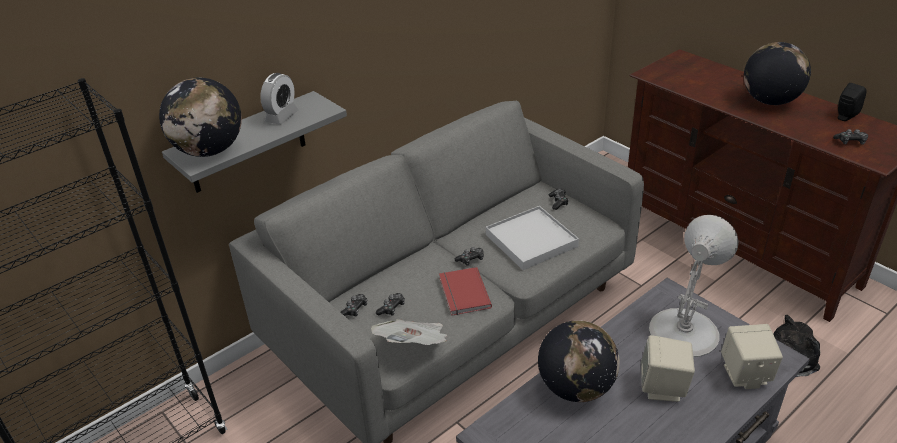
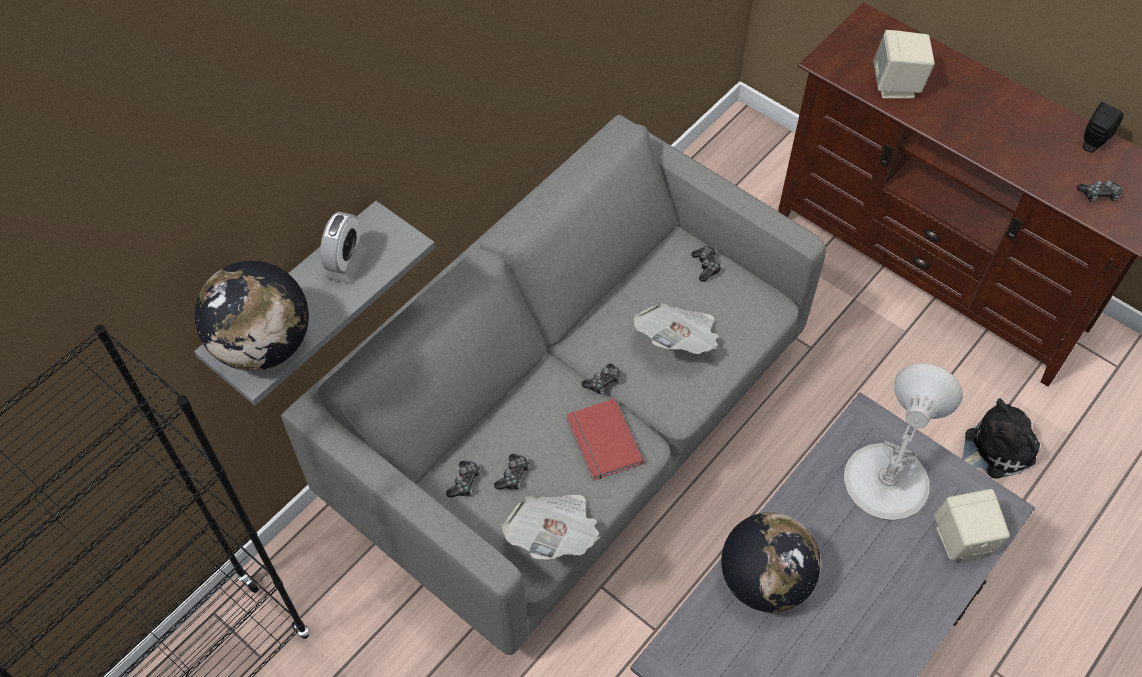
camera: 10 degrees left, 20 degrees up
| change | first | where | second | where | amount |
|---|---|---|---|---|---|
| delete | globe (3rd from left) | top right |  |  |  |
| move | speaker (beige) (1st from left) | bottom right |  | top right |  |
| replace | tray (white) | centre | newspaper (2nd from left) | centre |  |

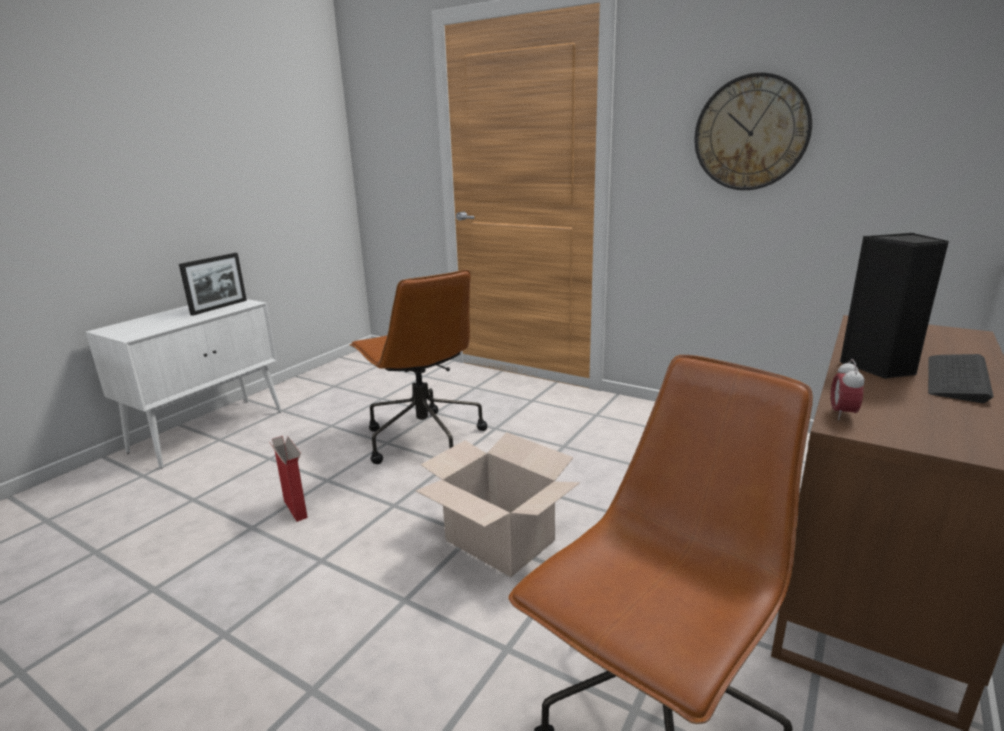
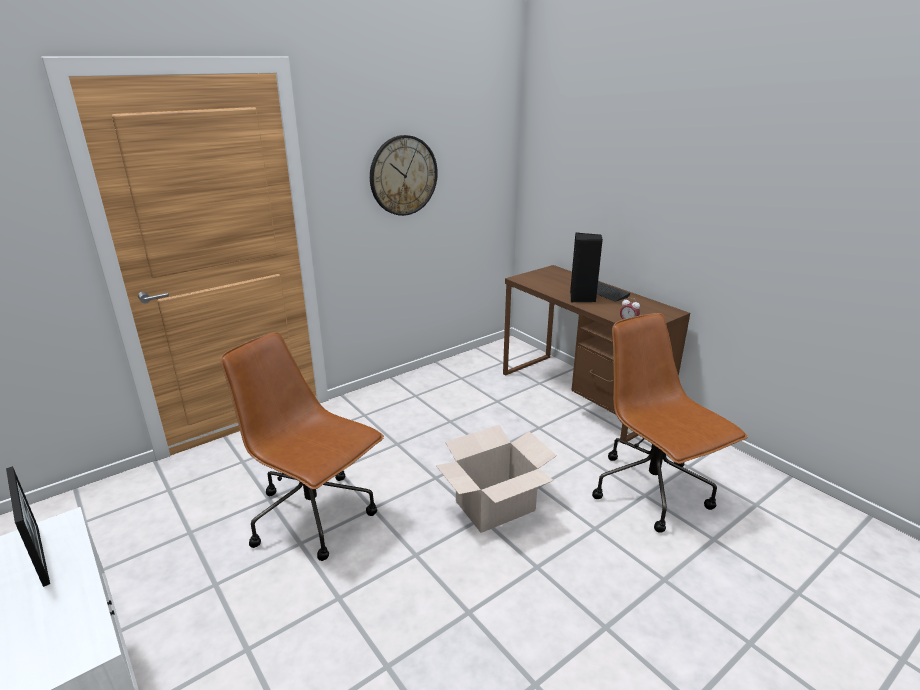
camera: 70 degrees left, 5 degrees up
| change | first | where | second | where | amount |
|---|---|---|---|---|---|
| delete | cardboard box (1st from left) | middle left |  |  |  |
| rotate | office chair (brown) (1st from left) | centre |  | middle left | 135 degrees counterclockwise |

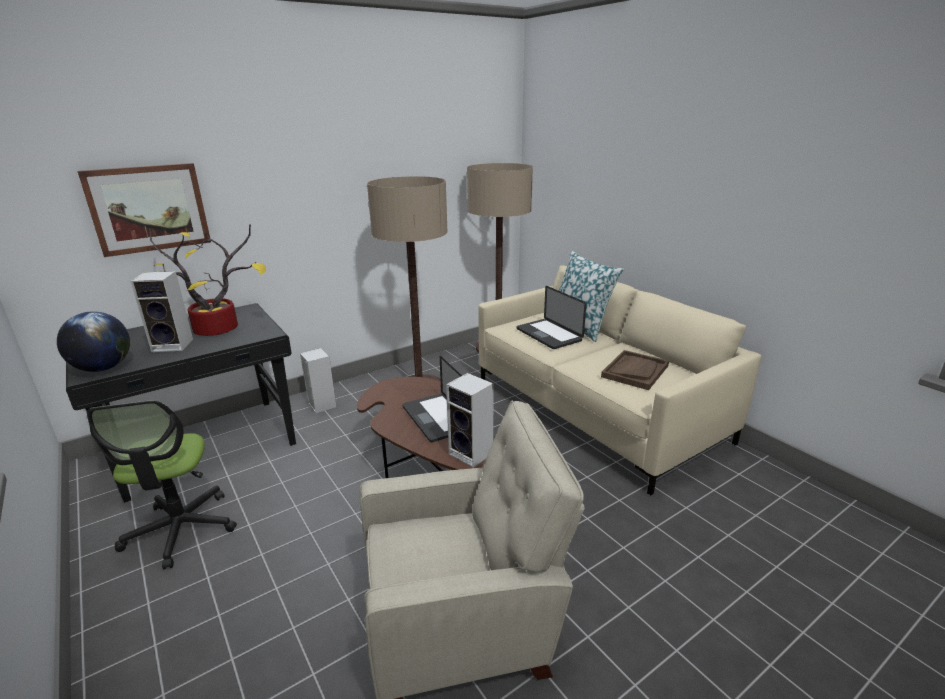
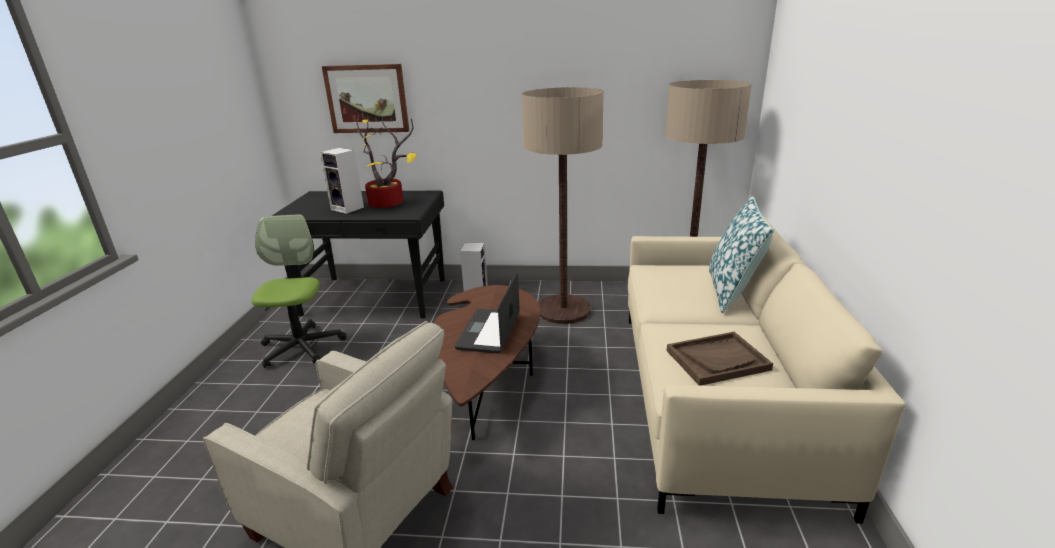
camera: 40 degrees right, 0 degrees up
| change | first | where | second | where | amount |
|---|---|---|---|---|---|
| delete | globe | middle left |  |  |  |
| delete | speaker (3rd from left) | centre |  |  |  |
| delete | laptop (2nd from left) | centre |  |  |  |
| rotate | office chair | bottom left |  | middle left | 150 degrees clockwise |

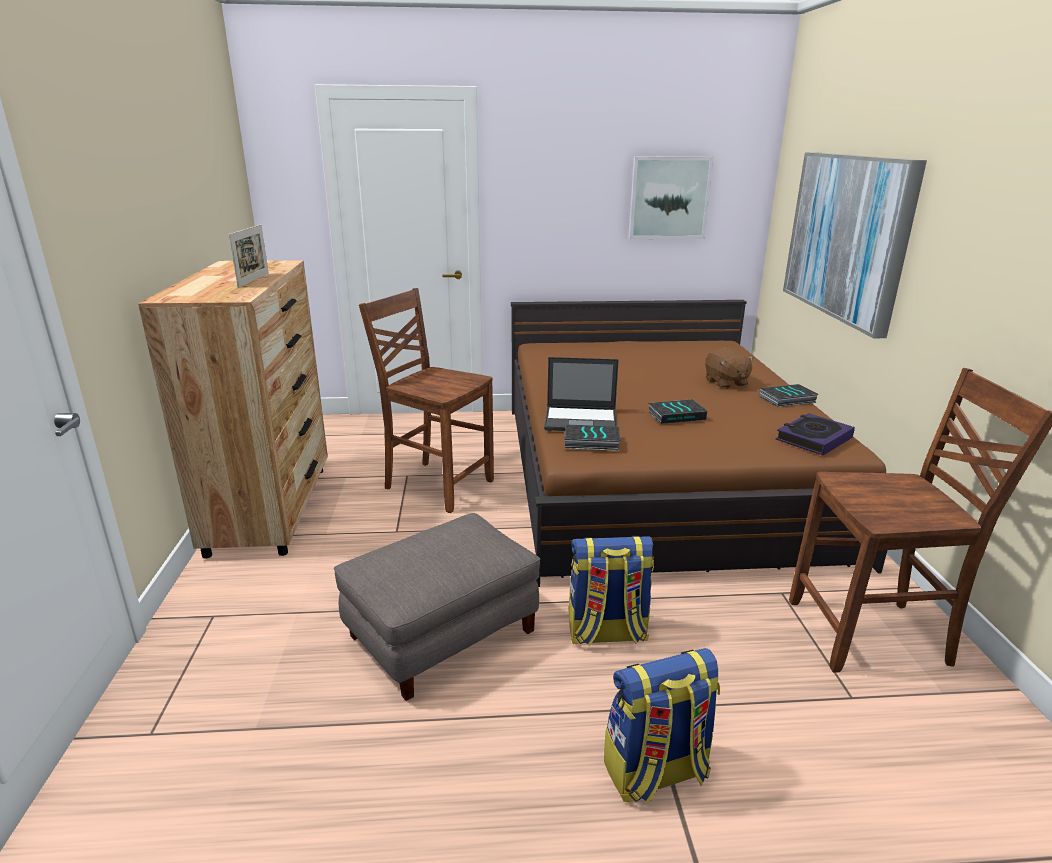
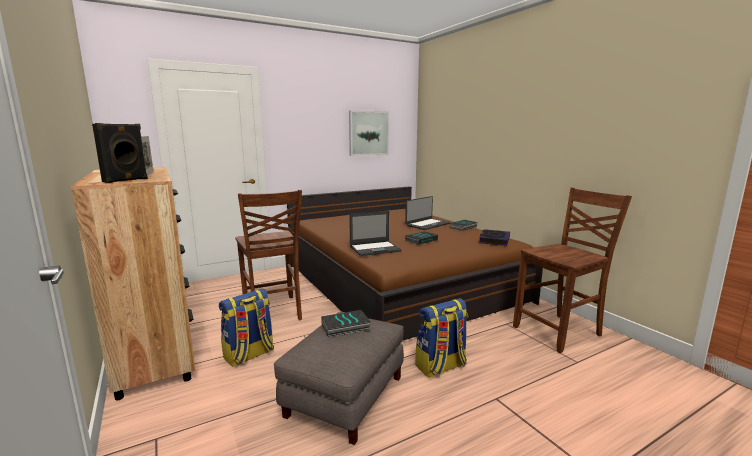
camera: 25 degrees left, 10 degrees down
| change | first | where | second | where | amount |
|---|---|---|---|---|---|
| delete | picture (2nd from left) | top right |  |  |  |
| insert |  |  | speaker (black) | middle left |  |
| move | book (1st from left) | centre |  | bottom centre |  |
| move | backpack (2nd from left in the first image) | bottom centre | backpack (1st from left) | bottom left |  |
| replace | plush toy (brown) | middle right | laptop (2nd from left) | centre |  |
| rotate | chair (brown) (1st from left) | centre |  | centre | 120 degrees counterclockwise |

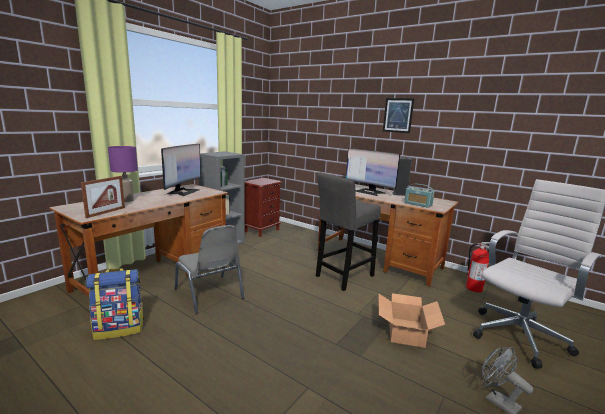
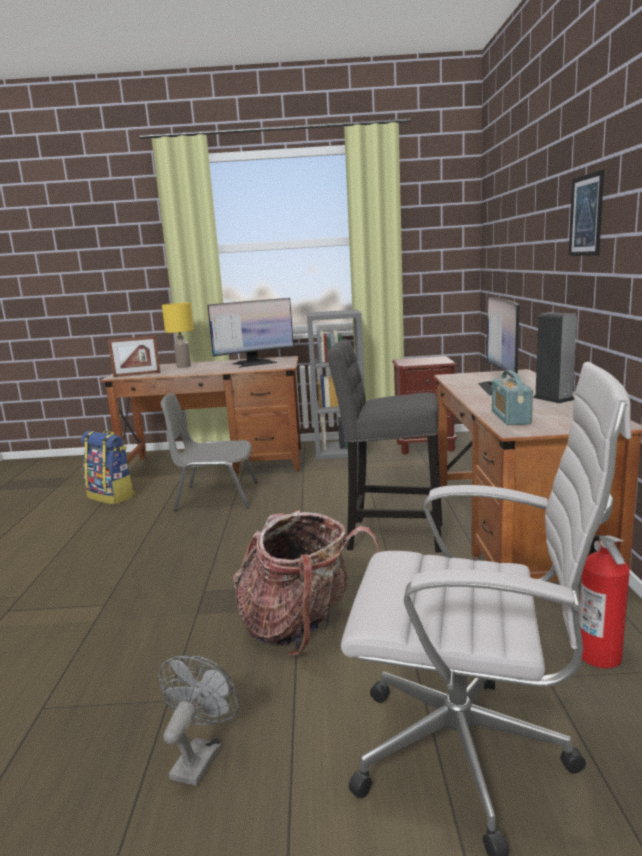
camera: 55 degrees right, 0 degrees up
| change | first | where | second | where | amount |
|---|---|---|---|---|---|
| replace | cardboard box | bottom right | backpack (2nd from left) | bottom centre |  |
| recolor | table lamp (purple) | middle left | table lamp (yellow) | middle left |  |
| rotate | chair (grey) | centre |  | middle left | 75 degrees clockwise |

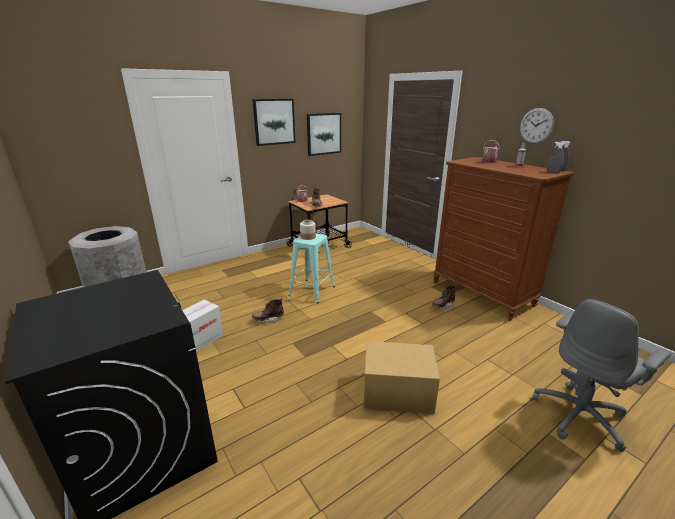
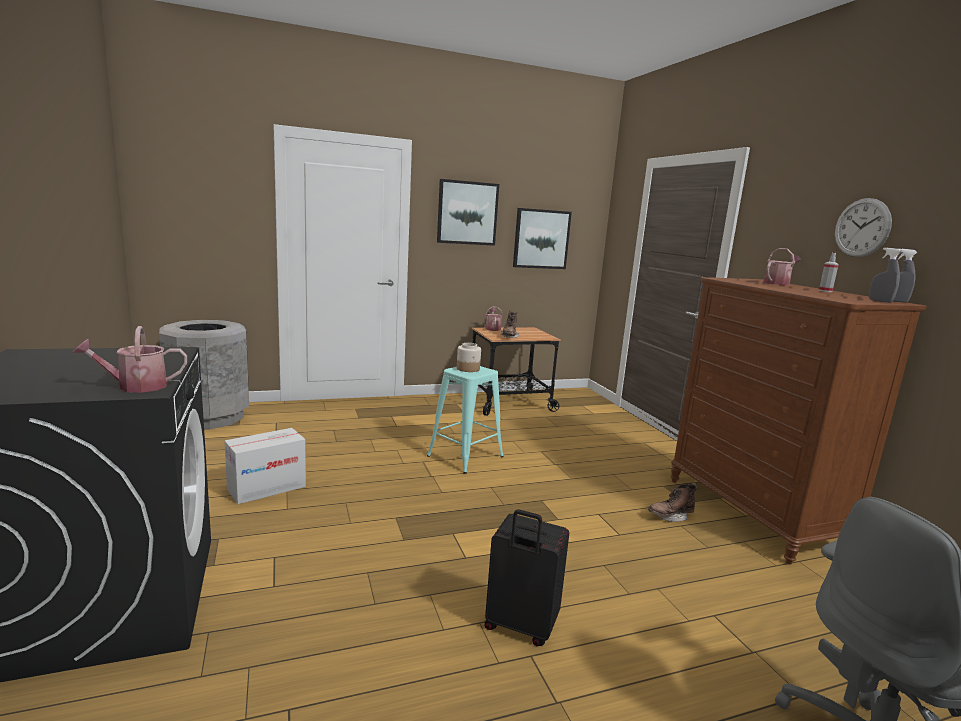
camera: 15 degrees right, 10 degrees down
| change | first | where | second | where | amount |
|---|---|---|---|---|---|
| delete | boot (brown) (1st from left) | centre |  |  |  |
| insert |  |  | watering can (1st from left) | middle left |  |
| replace | cardboard box (2nd from left) | bottom centre | suitcase (black) | bottom centre |  |

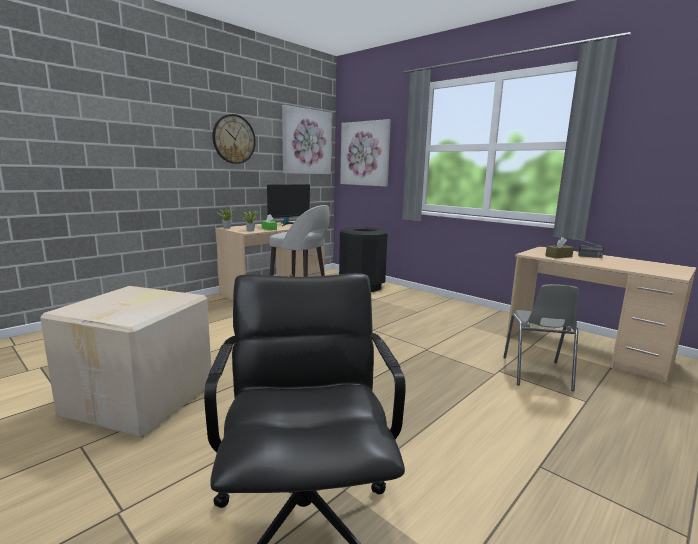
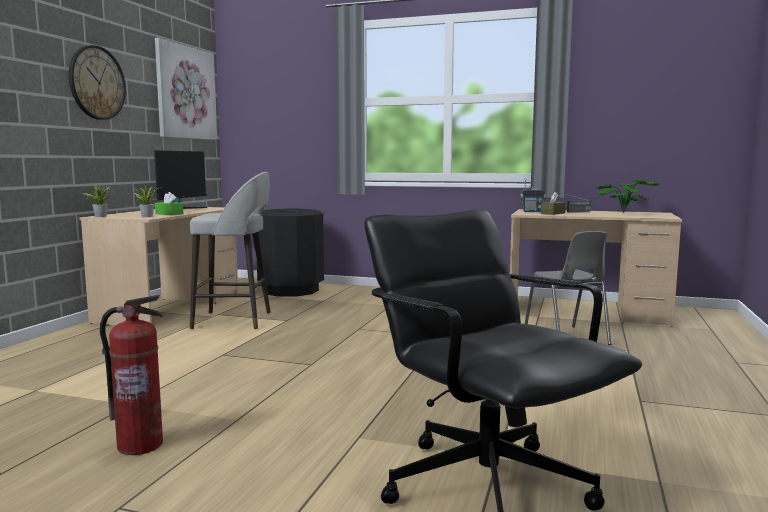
camera: 25 degrees left, 5 degrees down
| change | first | where | second | where | amount |
|---|---|---|---|---|---|
| delete | picture (2nd from left) | top centre |  |  |  |
| insert |  |  | radio (1st from left) | middle right |  |
| insert |  |  | potted plant (3rd from left) | middle right |  |
| replace | cardboard box | middle left | fire extinguisher | bottom left |  |

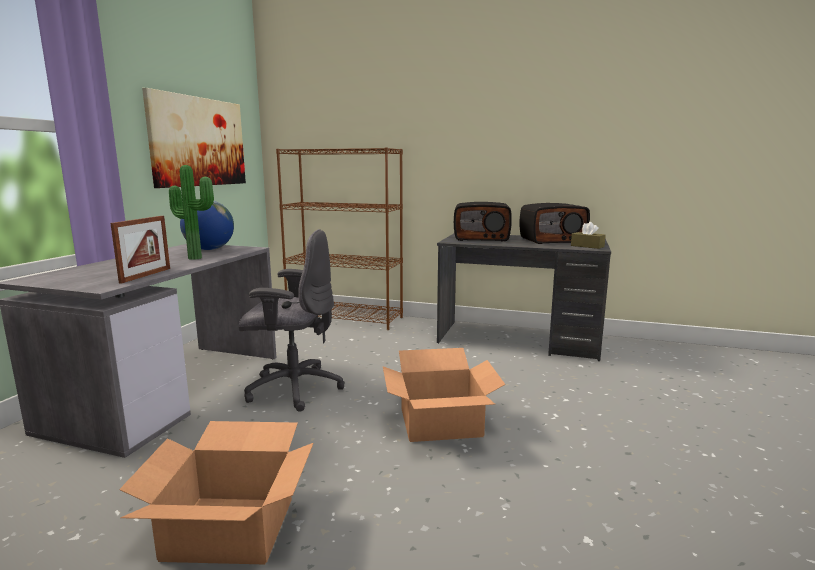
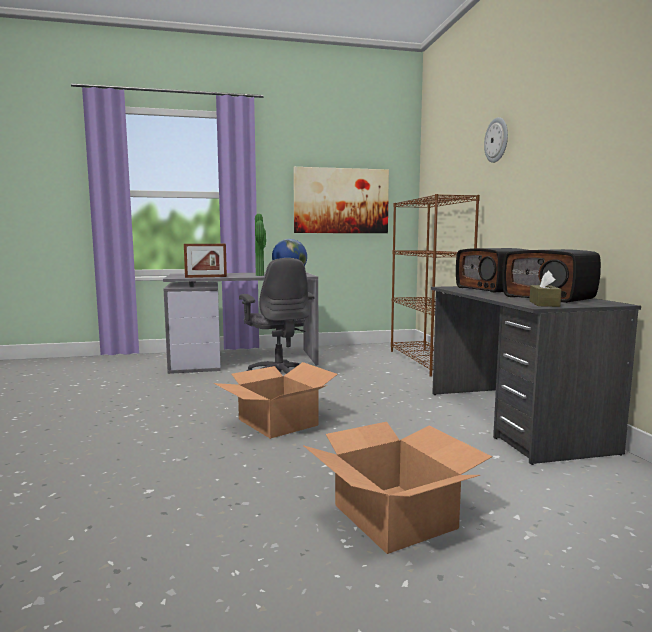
camera: 60 degrees right, 5 degrees down
| change | first | where | second | where | amount |
|---|---|---|---|---|---|
| insert |  |  | wall clock | top right |  |
| move | cardboard box (1st from left in the first image) | bottom left | cardboard box (2nd from left) | bottom centre |  |

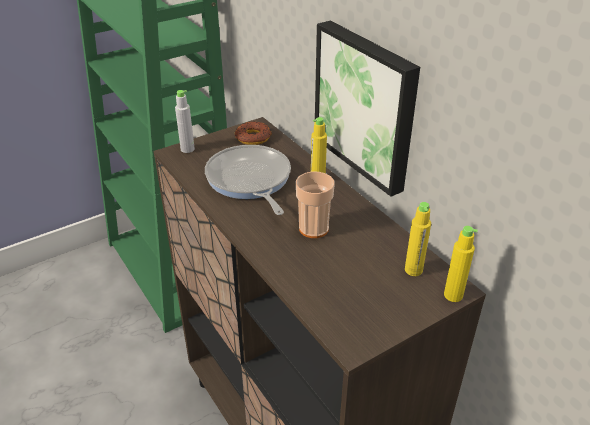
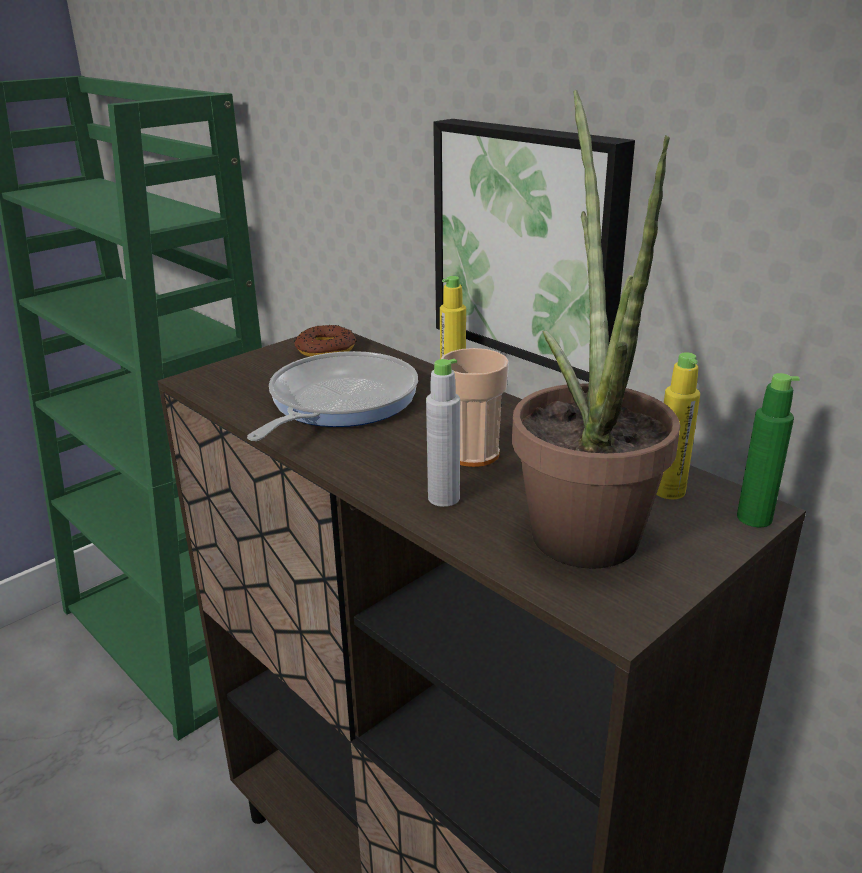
camera: 10 degrees left, 10 degrees down
| change | first | where | second | where | amount |
|---|---|---|---|---|---|
| insert |  |  | potted plant | middle right |  |
| move | bottle (grey) | top left |  | centre |  |
| recolor | bottle (yellow) (3rd from left) | middle right | bottle (green) | middle right |  |
| rotate | frying pan | centre |  | centre | 60 degrees clockwise |

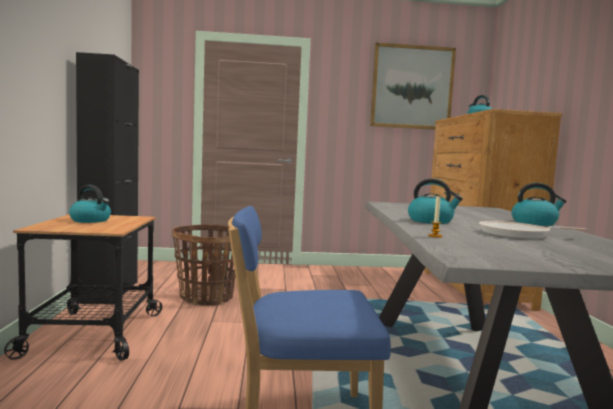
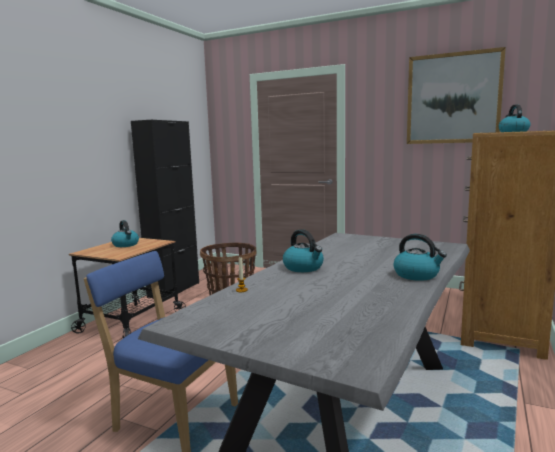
camera: 30 degrees right, 5 degrees up
| change | first | where | second | where | amount |
|---|---|---|---|---|---|
| delete | frying pan | middle right |  |  |  |

